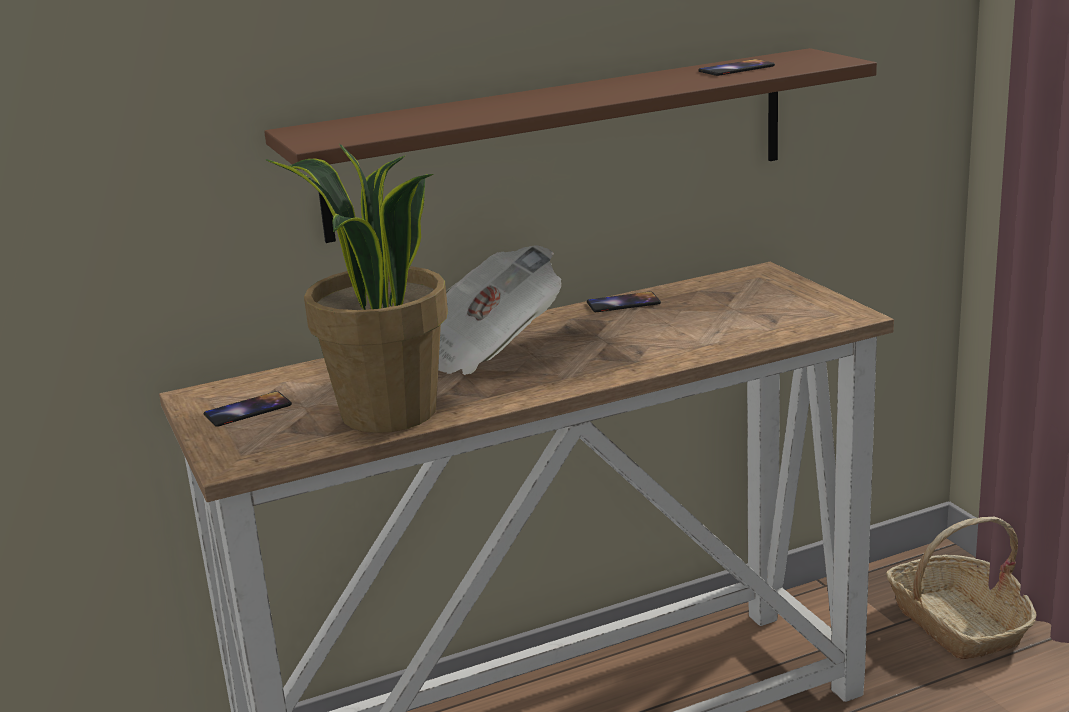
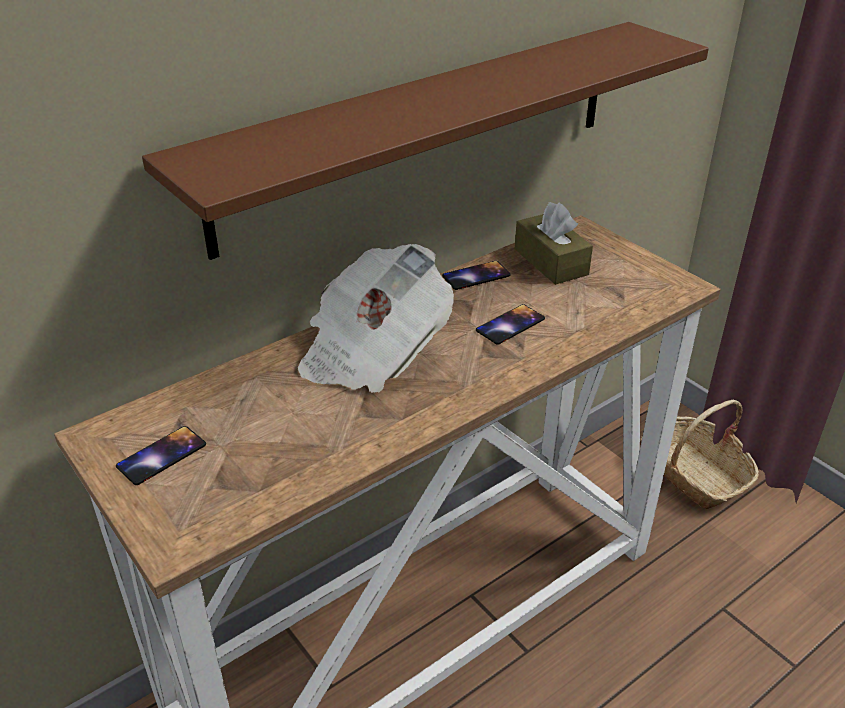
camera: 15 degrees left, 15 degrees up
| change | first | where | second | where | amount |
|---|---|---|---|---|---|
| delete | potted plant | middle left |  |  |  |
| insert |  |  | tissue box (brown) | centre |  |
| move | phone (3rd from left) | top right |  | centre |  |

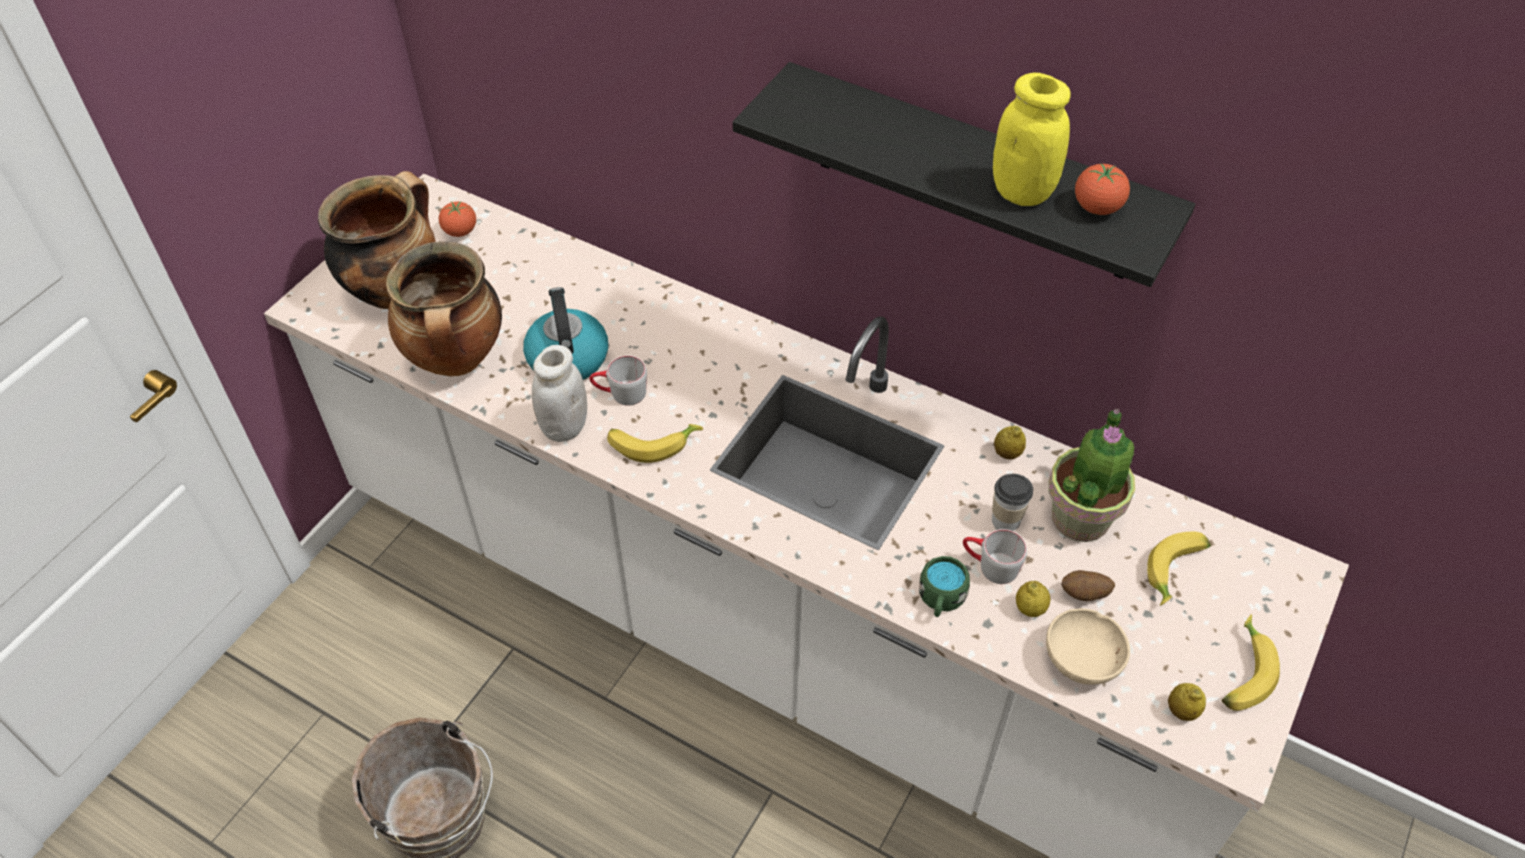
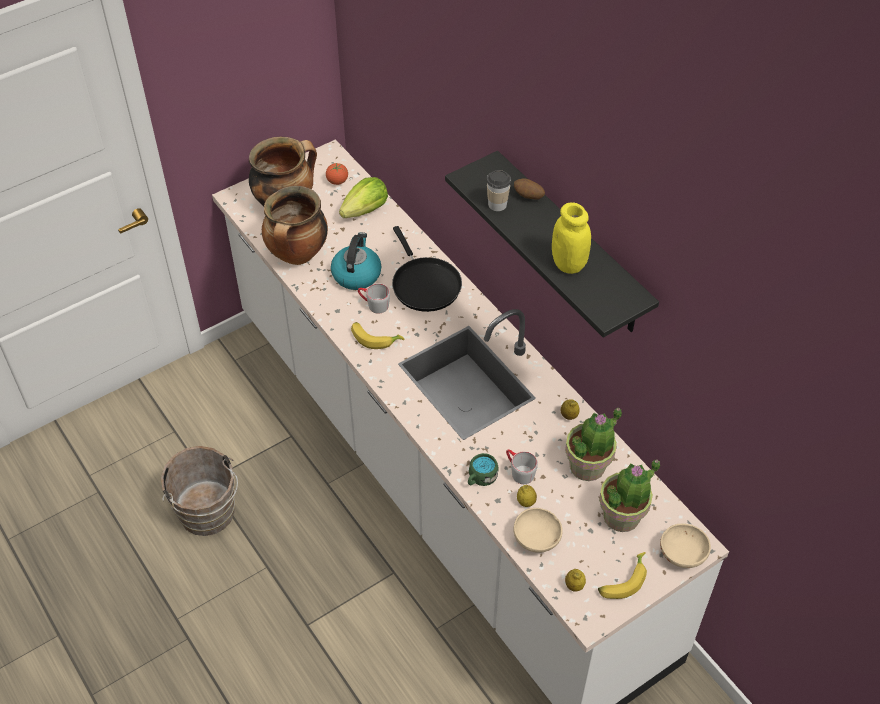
camera: 25 degrees right, 0 degrees up
| change | first | where | second | where | amount |
|---|---|---|---|---|---|
| delete | jar (white) | centre |  |  |  |
| delete | tomato (2nd from left) | top right |  |  |  |
| insert |  |  | lettuce | top centre |  |
| insert |  |  | frying pan (black) | centre |  |
| insert |  |  | bowl (beige) (2nd from left) | bottom right |  |
| move | cup | centre |  | top centre |  |
| move | potato | bottom right |  | top centre |  |
| replace | banana (2nd from left) | middle right | potted plant (2nd from left) | bottom right |  |

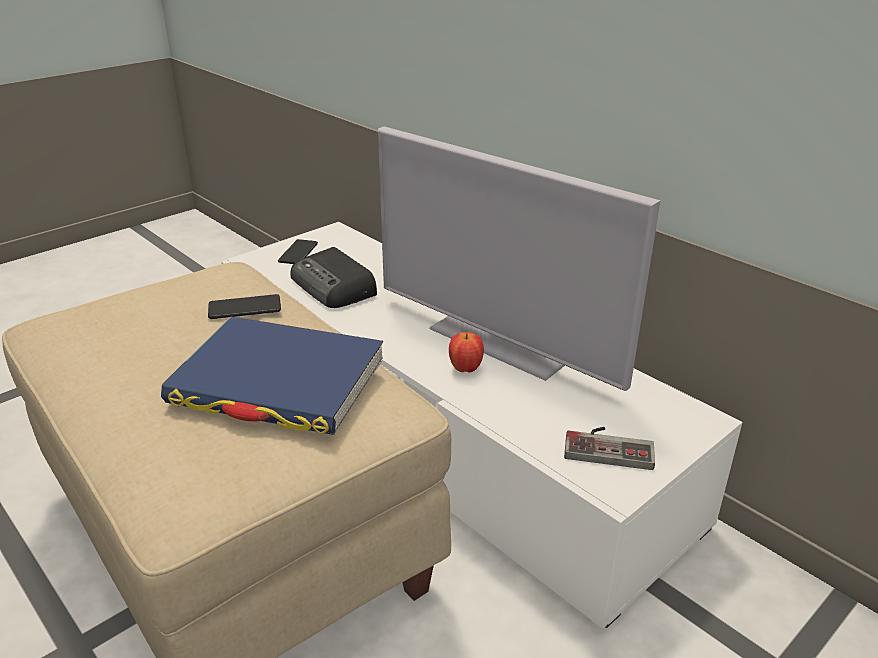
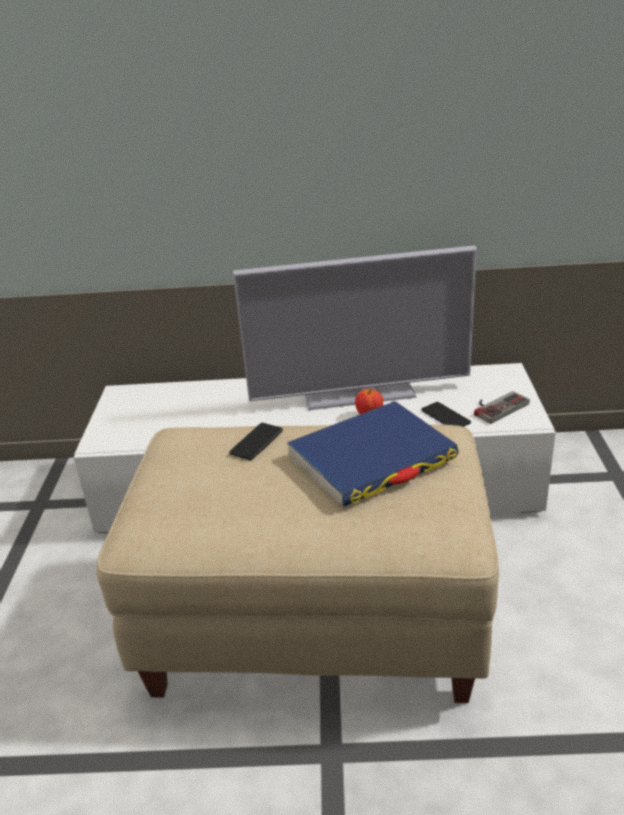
camera: 45 degrees left, 0 degrees up
| change | first | where | second | where | amount |
|---|---|---|---|---|---|
| delete | radio | centre |  |  |  |
| move | phone (2nd from left) | centre |  | middle right |  |

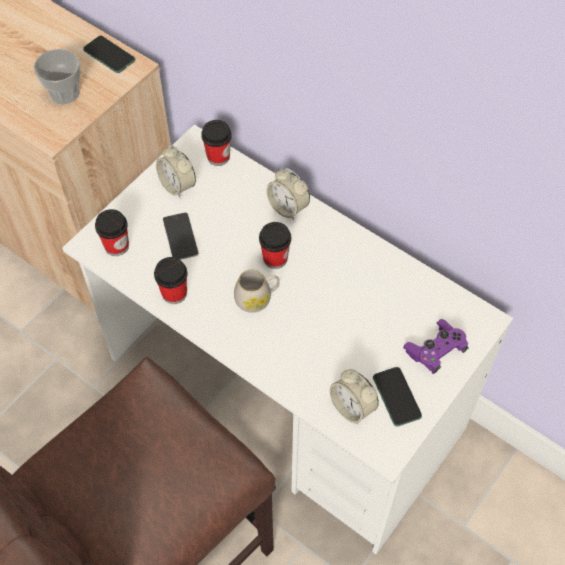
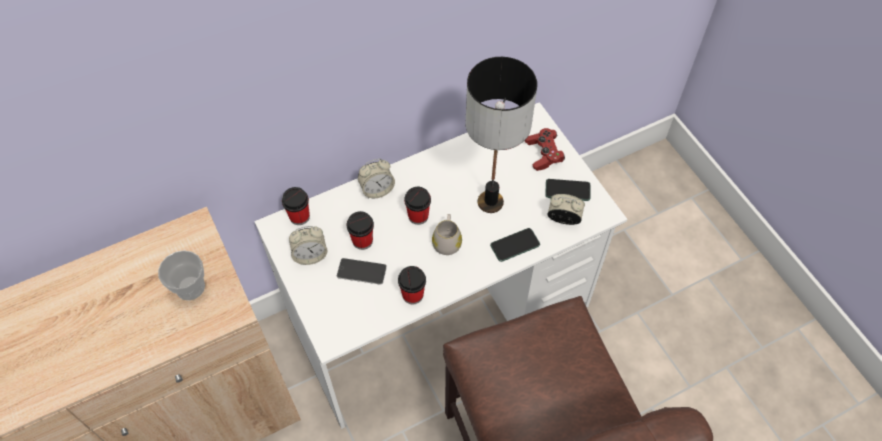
camera: 65 degrees left, 0 degrees up
| change | first | where | second | where | amount |
|---|---|---|---|---|---|
| insert |  |  | table lamp | top centre |  |
| move | phone (1st from left in the first image) | top left | phone (2nd from left) | centre |  |
| move | cup (2nd from left in the first image) | middle left | cup (3rd from left) | centre |  |
| recolor | game controller (purple) | middle right | game controller (red) | centre |  |
| rotate | alarm clock (3rd from left) | bottom centre |  | centre | 150 degrees counterclockwise |

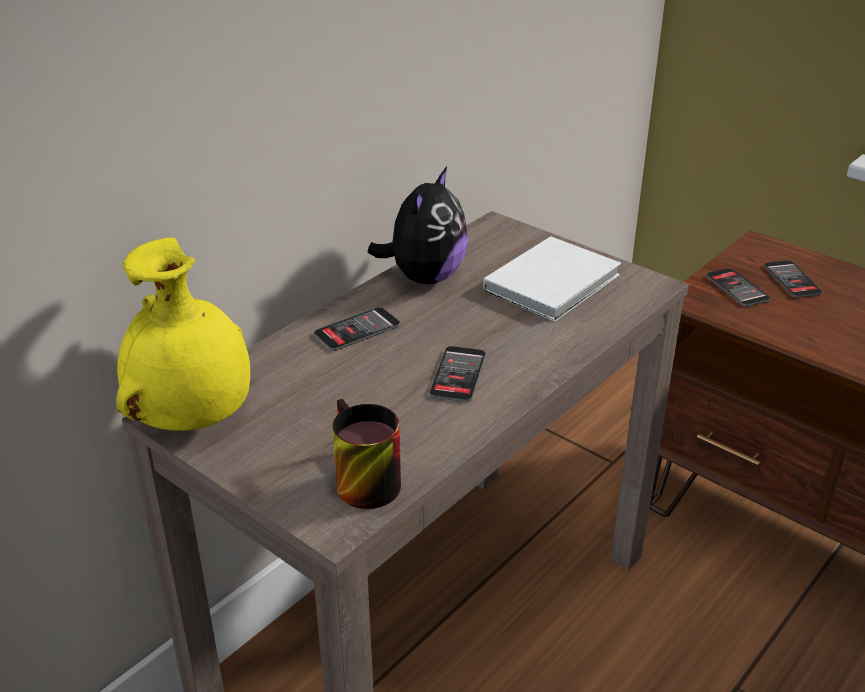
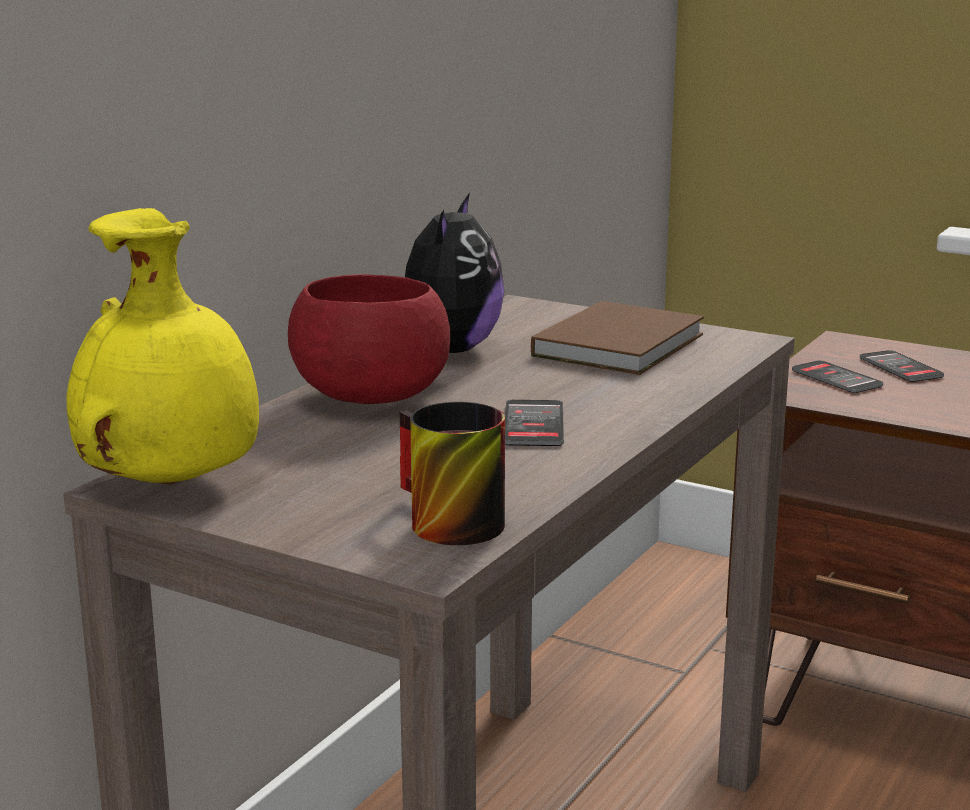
camera: 10 degrees left, 15 degrees down
| change | first | where | second | where | amount |
|---|---|---|---|---|---|
| replace | phone (1st from left) | centre | bowl (red) | centre |  |
| recolor | book (white) | centre | book (brown) | centre |  |

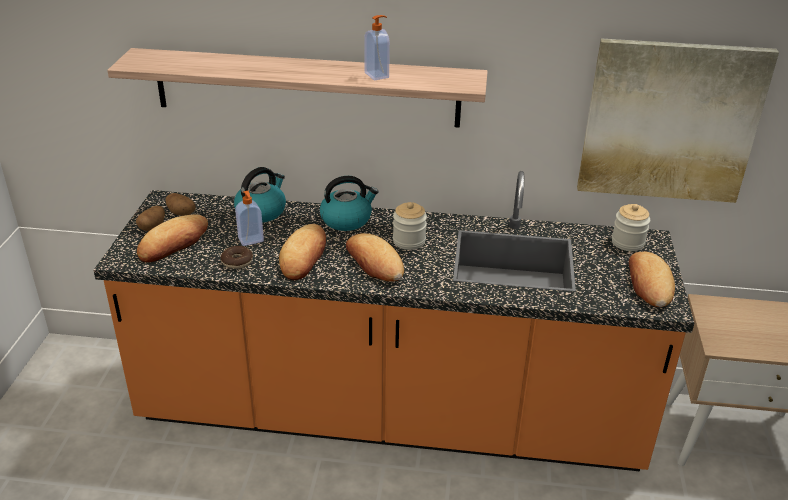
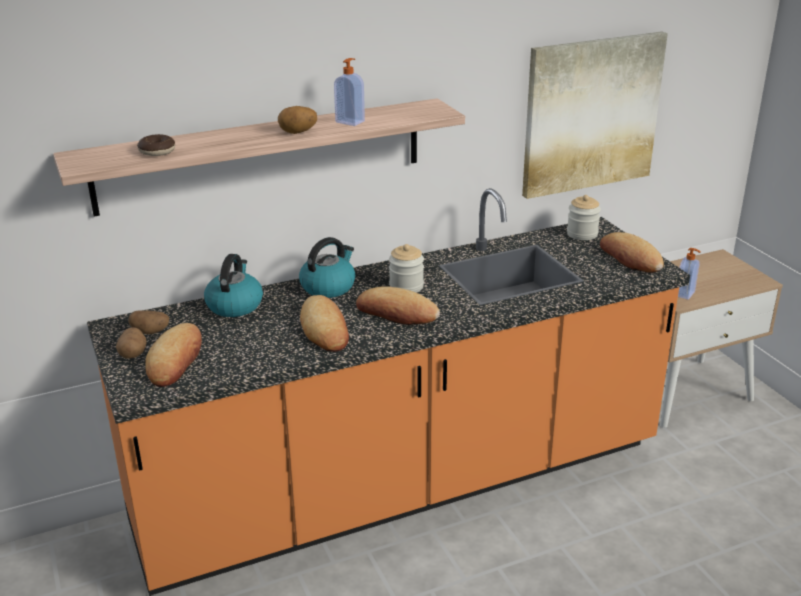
camera: 30 degrees left, 5 degrees down
| change | first | where | second | where | amount |
|---|---|---|---|---|---|
| insert |  |  | potato (3rd from left) | top centre |  |
| move | donut | middle left |  | top left |  |
| move | soap dispenser (1st from left in the first image) | middle left | soap dispenser (2nd from left) | middle right |  |

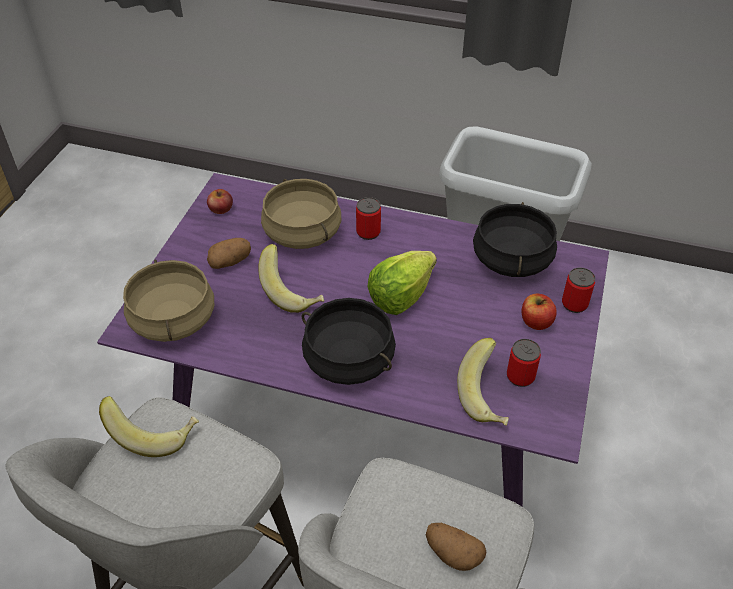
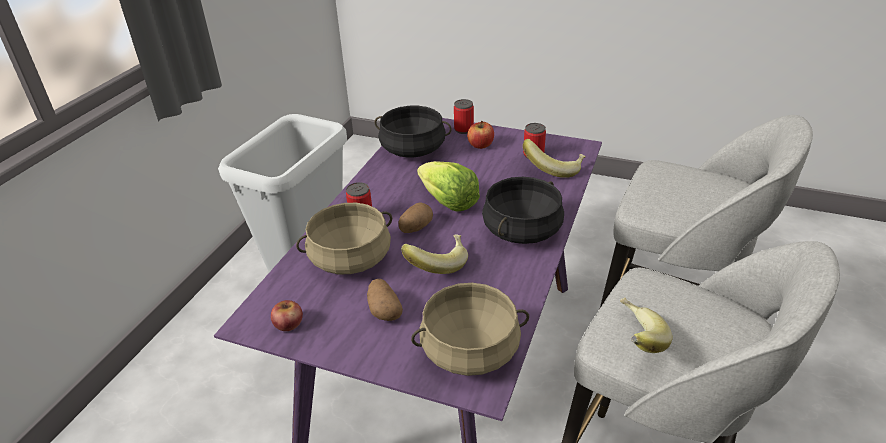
camera: 85 degrees left, 10 degrees down
| change | first | where | second | where | amount |
|---|---|---|---|---|---|
| move | potato (2nd from left) | bottom centre |  | centre |  |

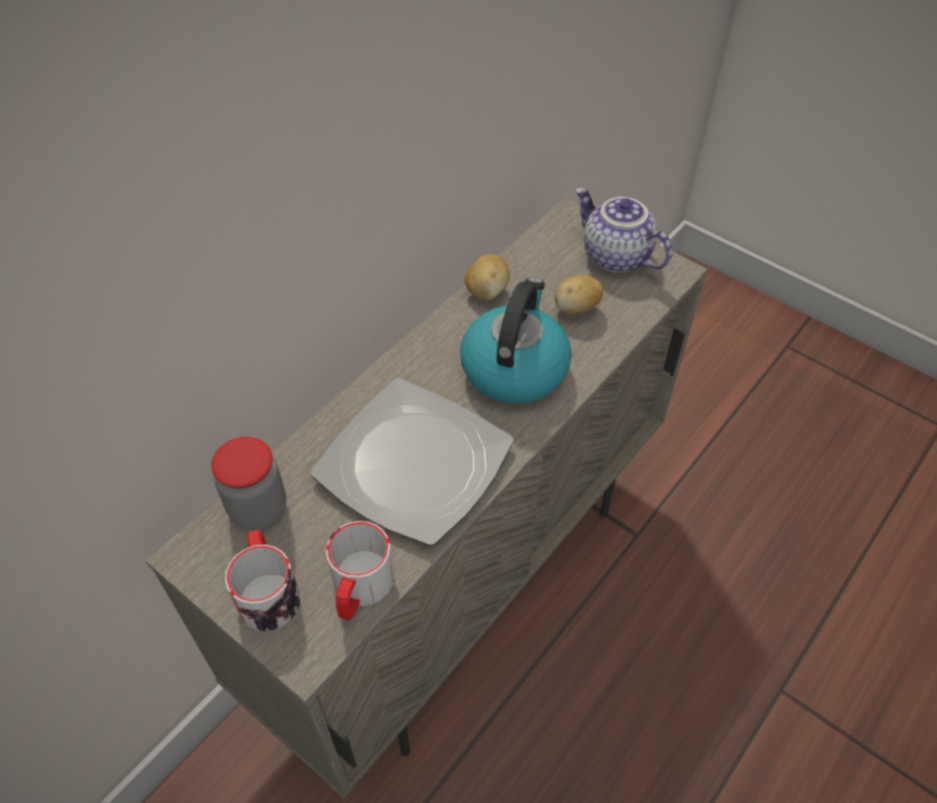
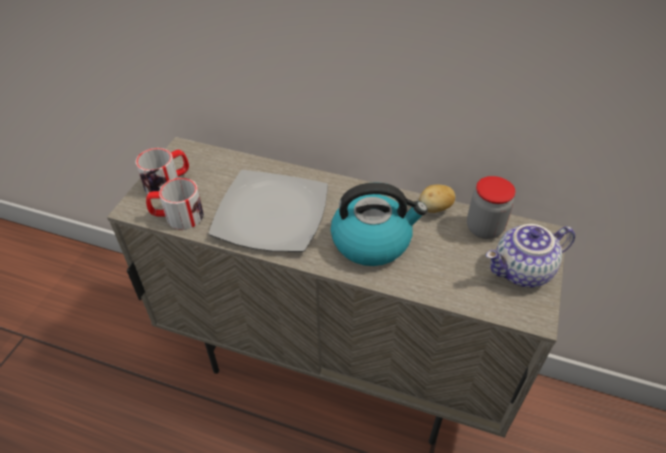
camera: 70 degrees right, 5 degrees down
| change | first | where | second | where | amount |
|---|---|---|---|---|---|
| delete | potato (2nd from left) | centre |  |  |  |
| move | jar | middle left |  | middle right |  |
| rotate | teapot | top centre |  | middle right | 135 degrees counterclockwise |

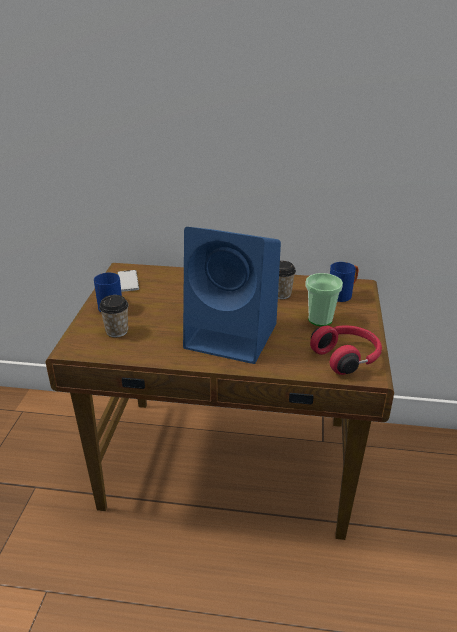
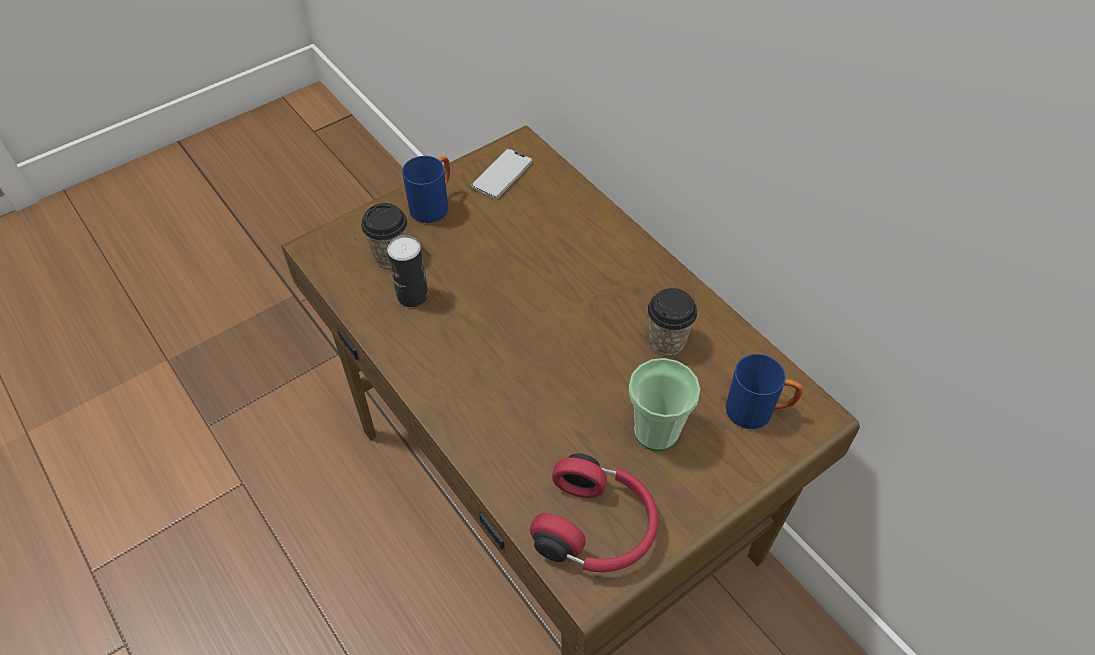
camera: 45 degrees right, 20 degrees up
| change | first | where | second | where | amount |
|---|---|---|---|---|---|
| delete | speaker (blue) | centre |  |  |  |
| insert |  |  | can | centre |  |

